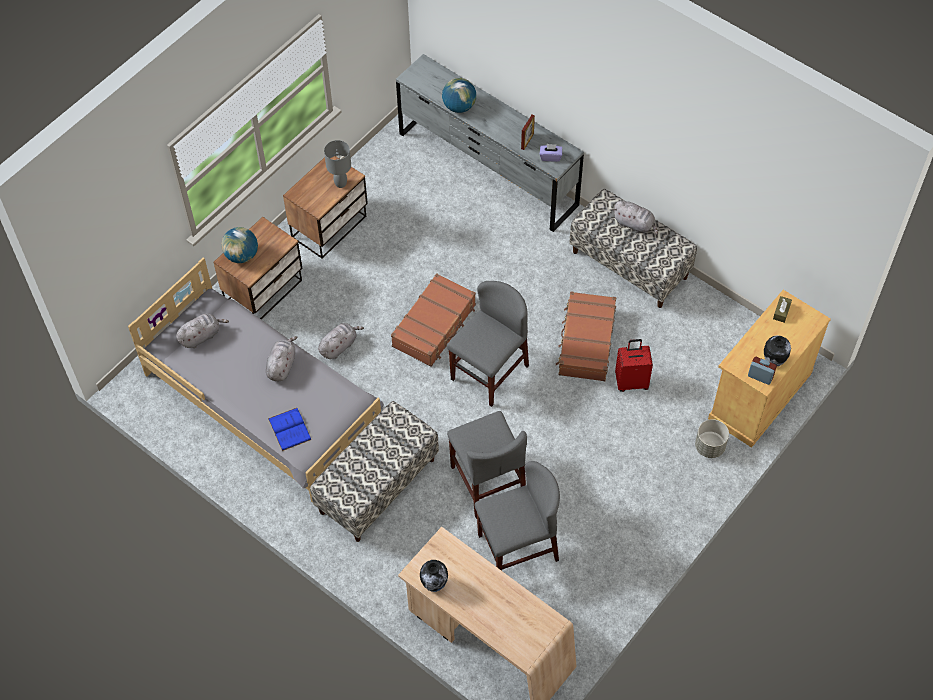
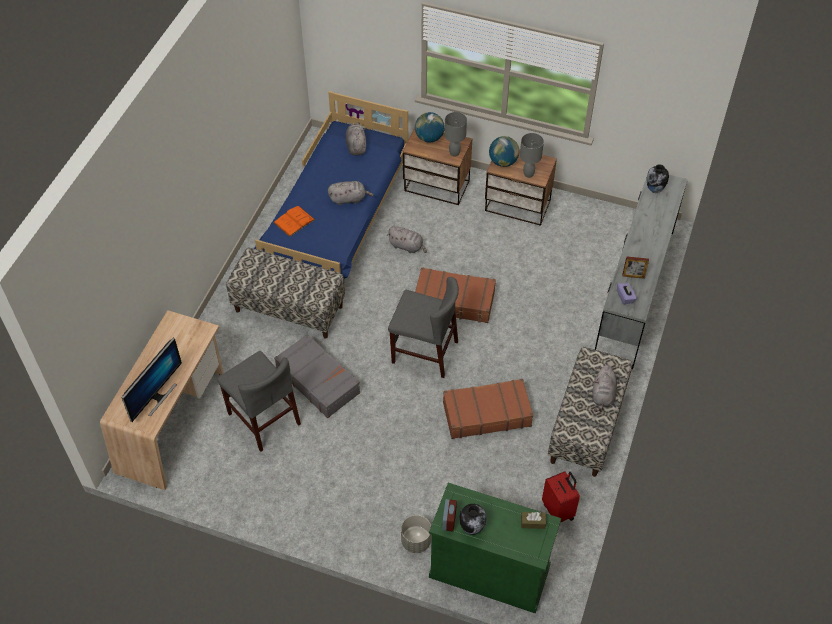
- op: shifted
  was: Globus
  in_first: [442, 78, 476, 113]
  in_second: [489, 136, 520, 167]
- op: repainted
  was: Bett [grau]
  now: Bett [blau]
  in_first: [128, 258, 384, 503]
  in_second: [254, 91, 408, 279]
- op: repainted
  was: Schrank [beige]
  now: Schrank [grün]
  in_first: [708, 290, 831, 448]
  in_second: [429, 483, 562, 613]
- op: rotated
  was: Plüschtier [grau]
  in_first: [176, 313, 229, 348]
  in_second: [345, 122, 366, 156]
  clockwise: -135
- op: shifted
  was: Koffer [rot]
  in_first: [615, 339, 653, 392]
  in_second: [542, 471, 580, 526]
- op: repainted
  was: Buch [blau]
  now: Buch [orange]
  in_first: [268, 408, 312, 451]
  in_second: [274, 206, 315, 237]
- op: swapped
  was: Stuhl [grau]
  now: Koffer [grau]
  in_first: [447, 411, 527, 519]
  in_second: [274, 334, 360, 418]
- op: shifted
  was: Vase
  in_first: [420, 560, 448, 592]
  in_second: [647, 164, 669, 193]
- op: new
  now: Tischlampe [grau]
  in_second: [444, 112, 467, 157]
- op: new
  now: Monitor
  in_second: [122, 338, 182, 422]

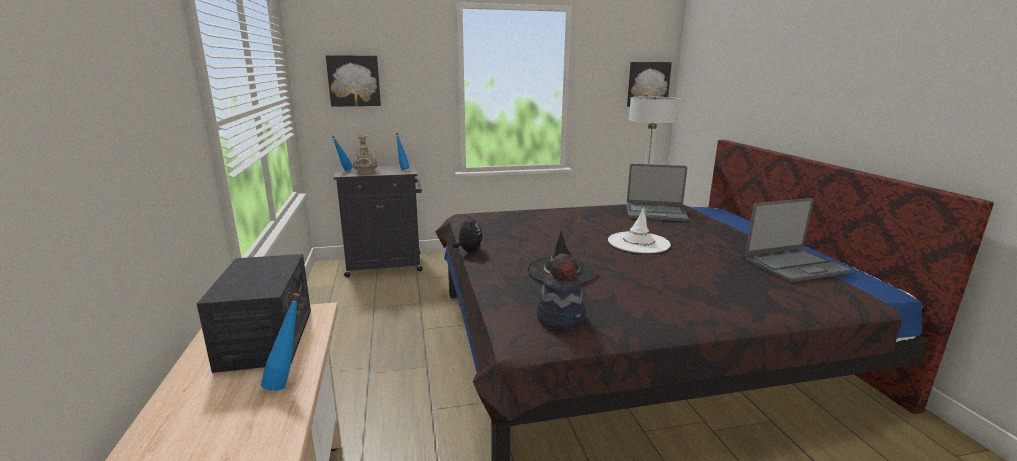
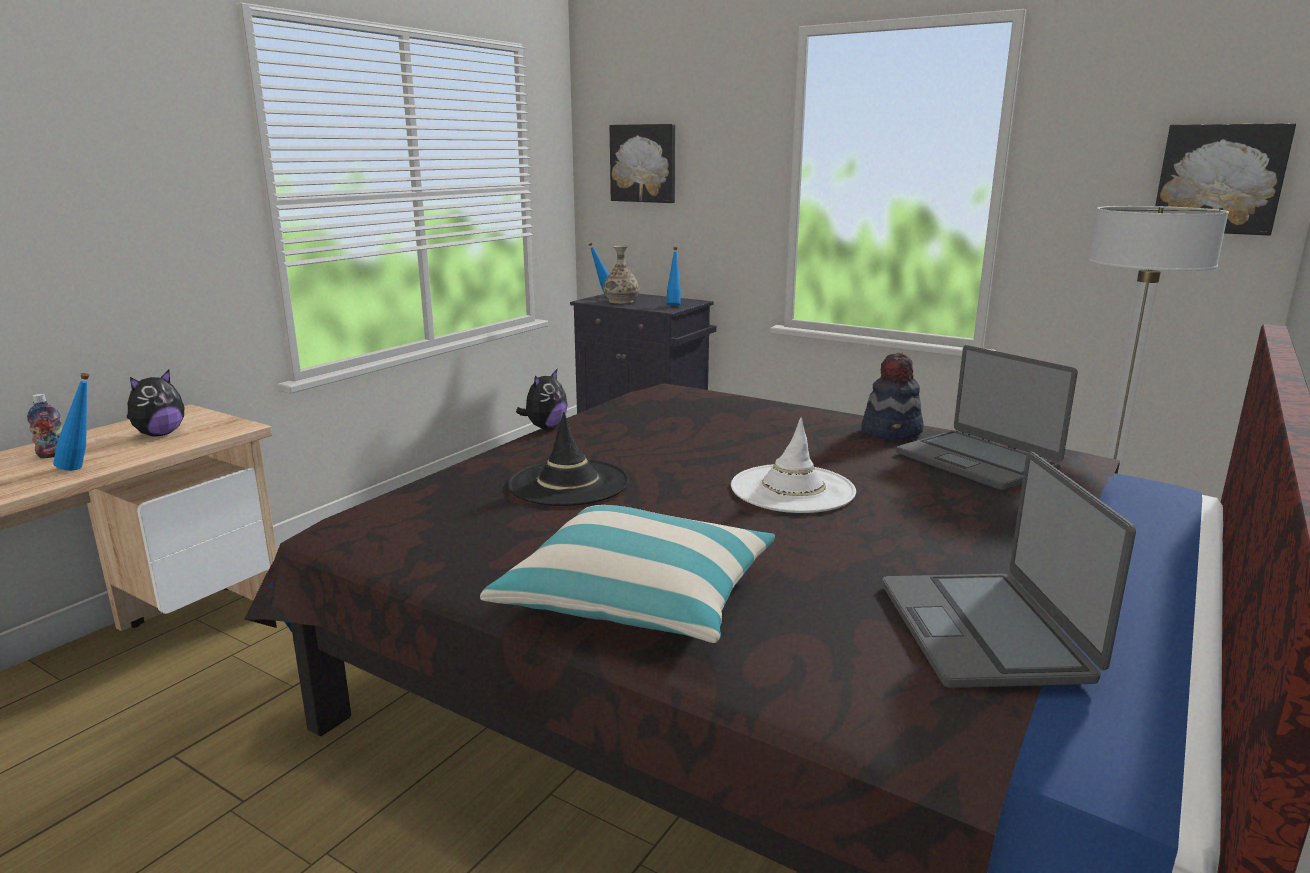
- op: rotated
  was: Laptop
  in_first: [745, 198, 851, 282]
  in_second: [882, 451, 1136, 688]
  clockwise: 60
- op: shifted
  was: Hut
  in_first: [536, 253, 586, 329]
  in_second: [861, 353, 923, 440]
- op: swapped
  was: Radio
  now: Plüschtier
  in_first: [197, 254, 311, 373]
  in_second: [127, 370, 184, 436]
- op: new
  now: Flasche
  in_second: [27, 394, 63, 459]
- op: new
  now: Kissen
  in_second: [480, 505, 775, 643]

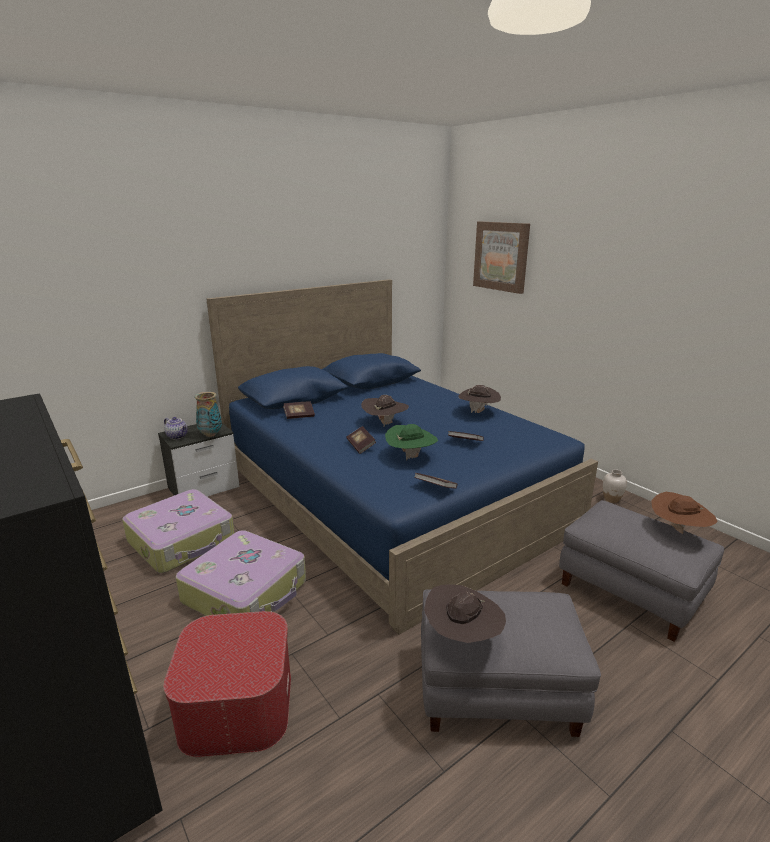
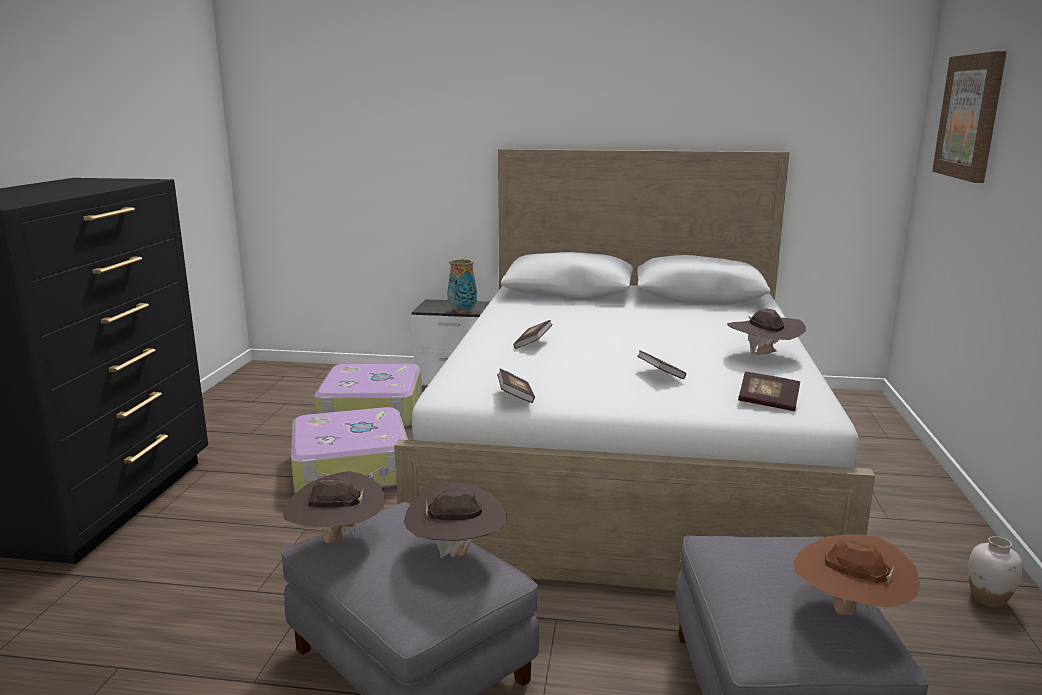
- op: repainted
  was: Bett [blau]
  now: Bett [weiß]
  in_first: [206, 279, 598, 635]
  in_second: [394, 149, 875, 591]
- op: shifted
  was: Hut [braun]
  in_first: [361, 395, 409, 426]
  in_second: [404, 481, 507, 558]
- op: shifted
  was: Buch
  in_first: [283, 401, 315, 419]
  in_second: [738, 372, 800, 411]
- op: gone
  was: Teekanne
  in_first: [164, 417, 188, 440]
- op: gone
  was: Hut [grün]
  in_first: [385, 424, 438, 461]
- op: gone
  was: Polsterhocker
  in_first: [164, 611, 291, 757]

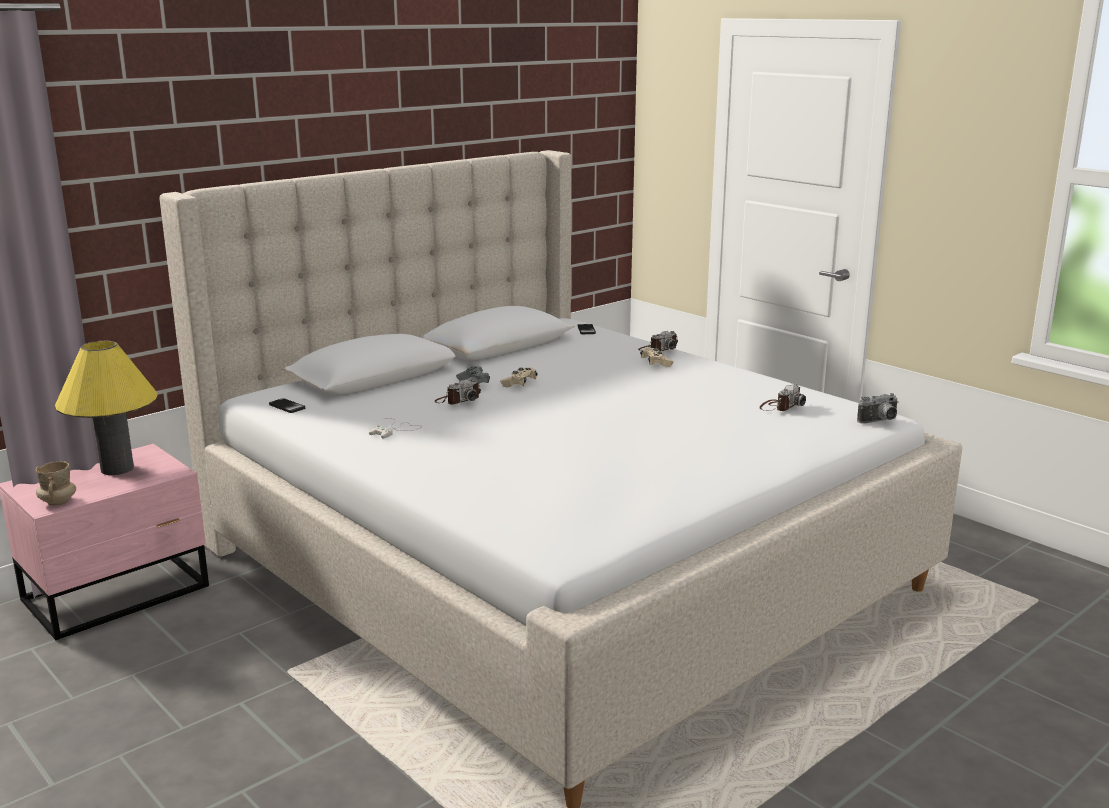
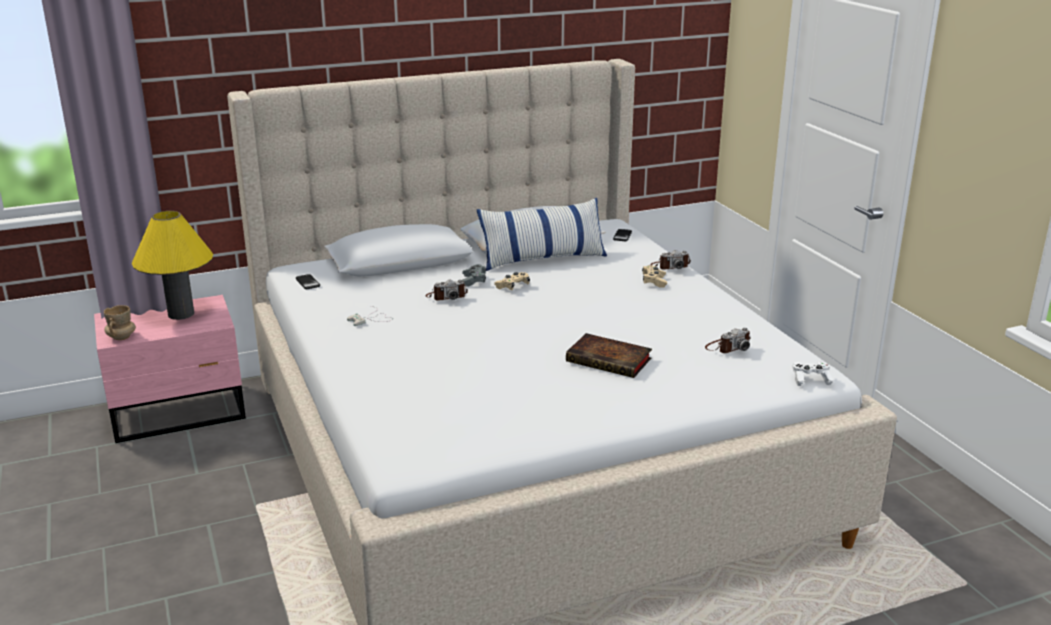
- op: swapped
  was: Kamera
  now: Gamepad [weiß]
  in_first: [857, 393, 899, 424]
  in_second: [792, 361, 834, 386]
- op: new
  now: Kissen
  in_second: [477, 198, 607, 271]
- op: new
  now: Buch
  in_second: [566, 333, 652, 378]

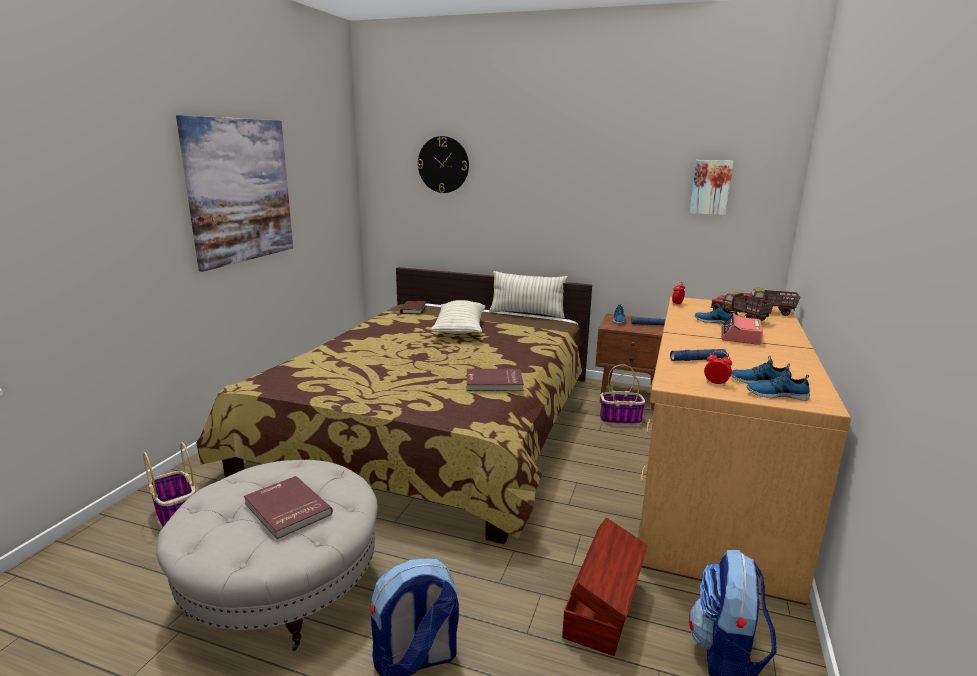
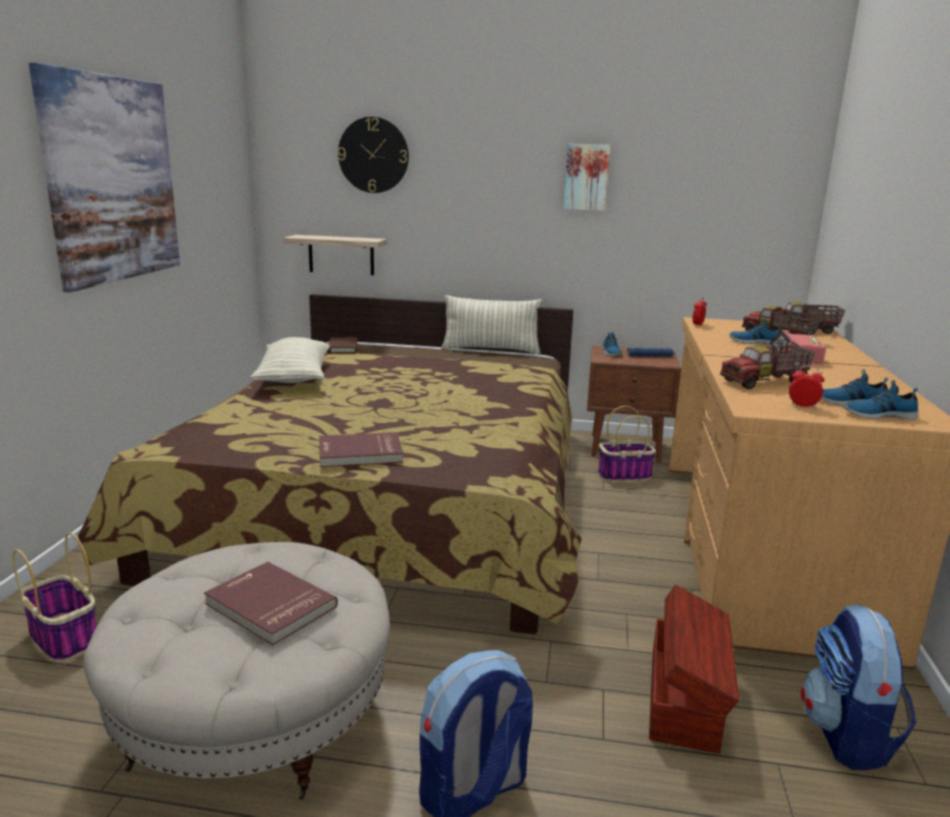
- op: shifted
  was: Bild
  in_first: [690, 160, 733, 215]
  in_second: [564, 144, 610, 211]
- op: shifted
  was: Kissen
  in_first: [431, 300, 485, 334]
  in_second: [251, 337, 330, 383]
- op: swapped
  was: Taschenlampe [blau]
  now: Spielzeuglaster
  in_first: [670, 349, 729, 361]
  in_second: [720, 345, 815, 389]
- op: shifted
  was: Buch [rot]
  in_first: [467, 369, 524, 391]
  in_second: [319, 432, 403, 467]
- op: new
  now: Wandregal
  in_second: [283, 235, 387, 275]

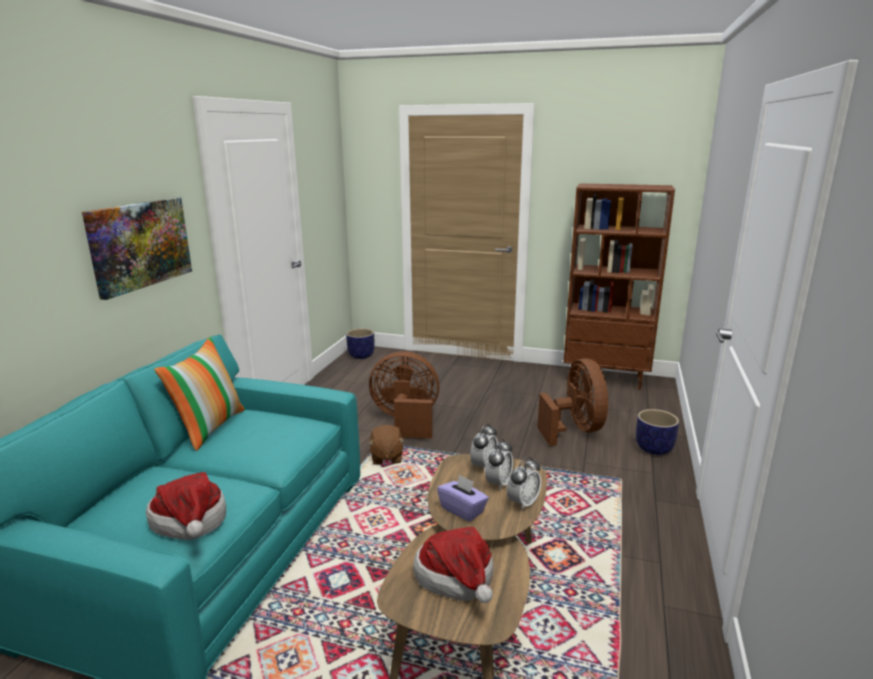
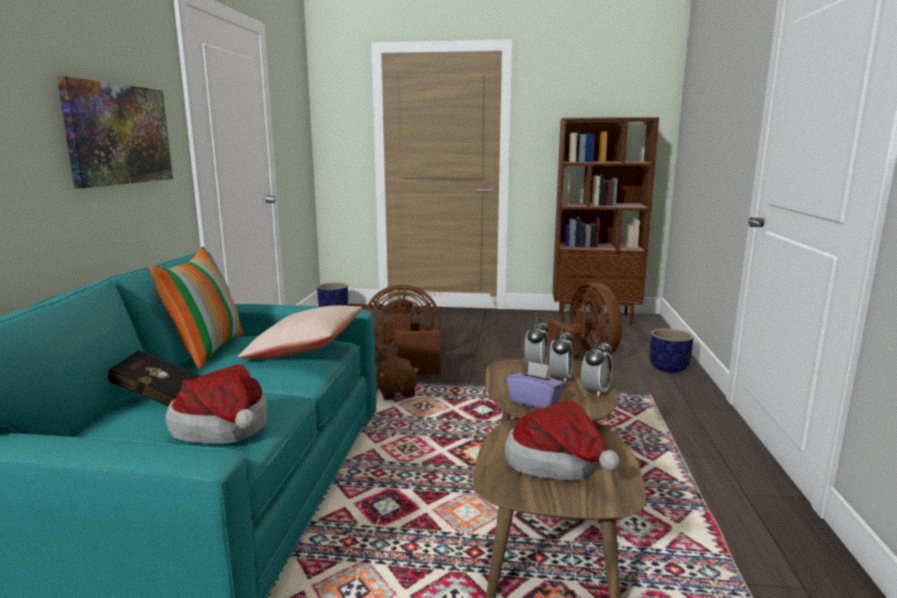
- op: new
  now: Kissen [beige]
  in_second: [238, 305, 363, 359]
- op: new
  now: Buch [schwarz]
  in_second: [108, 350, 200, 406]

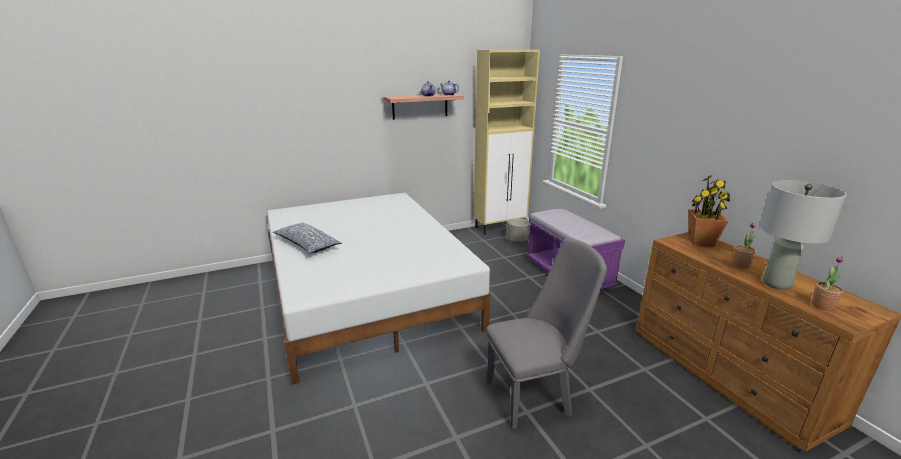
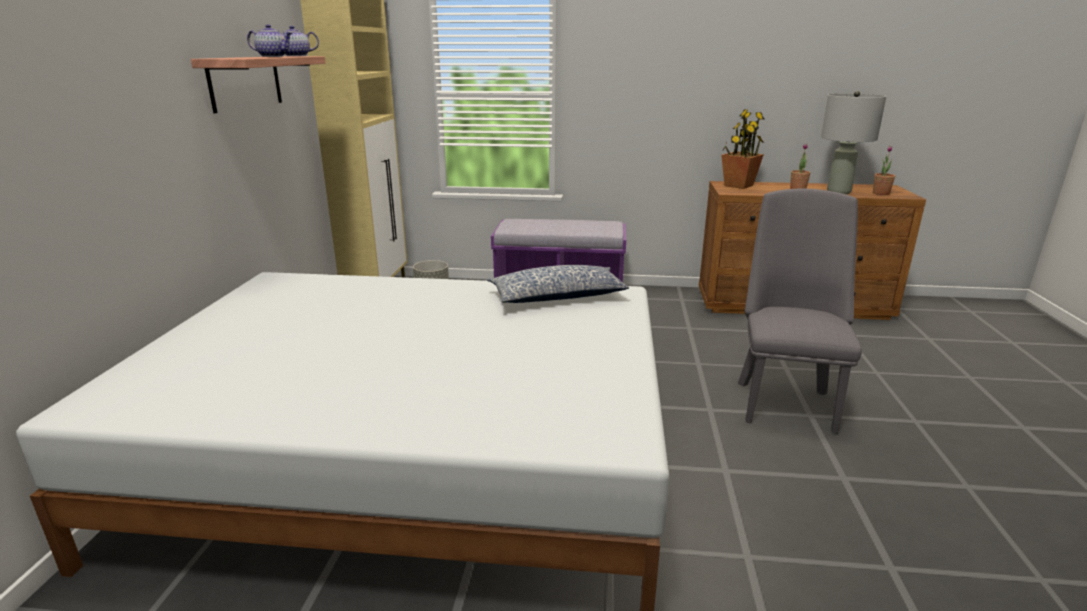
- op: shifted
  was: Kissen
  in_first: [273, 223, 342, 254]
  in_second: [487, 265, 629, 303]

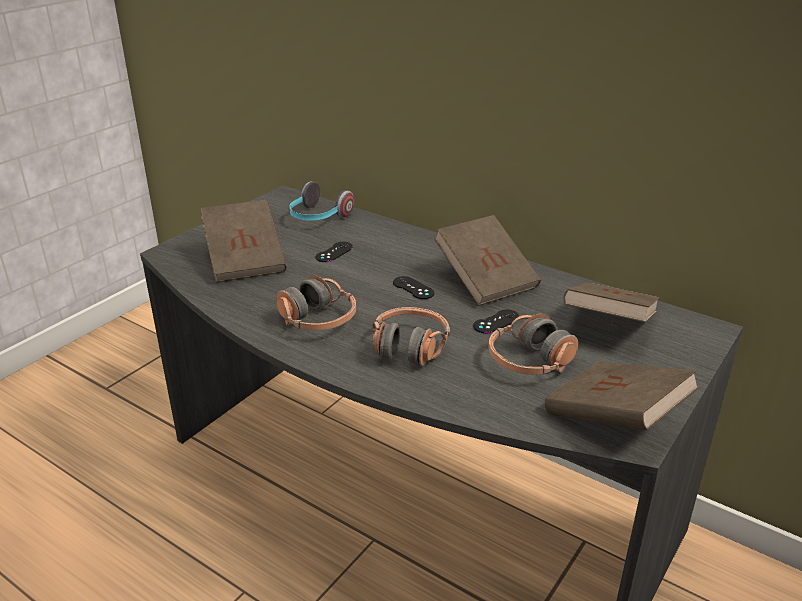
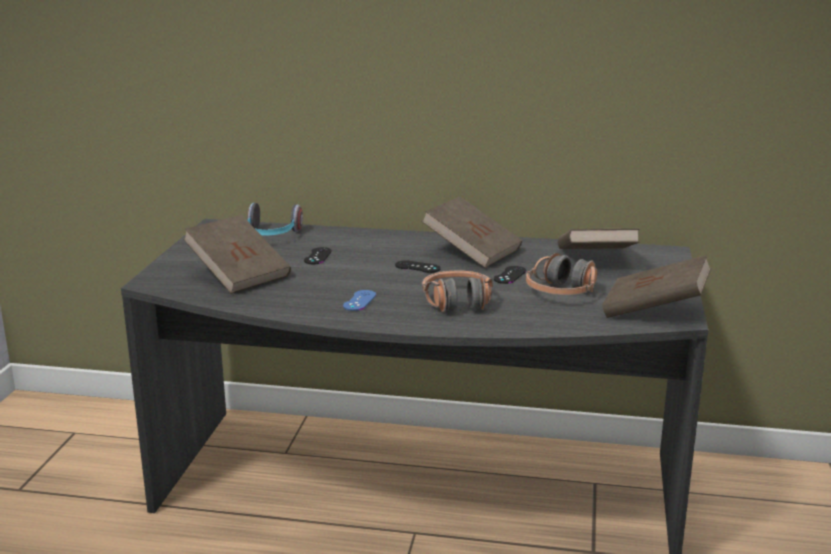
- op: swapped
  was: Kopfhörer
  now: Gamepad [blau]
  in_first: [276, 275, 356, 331]
  in_second: [343, 290, 376, 311]

